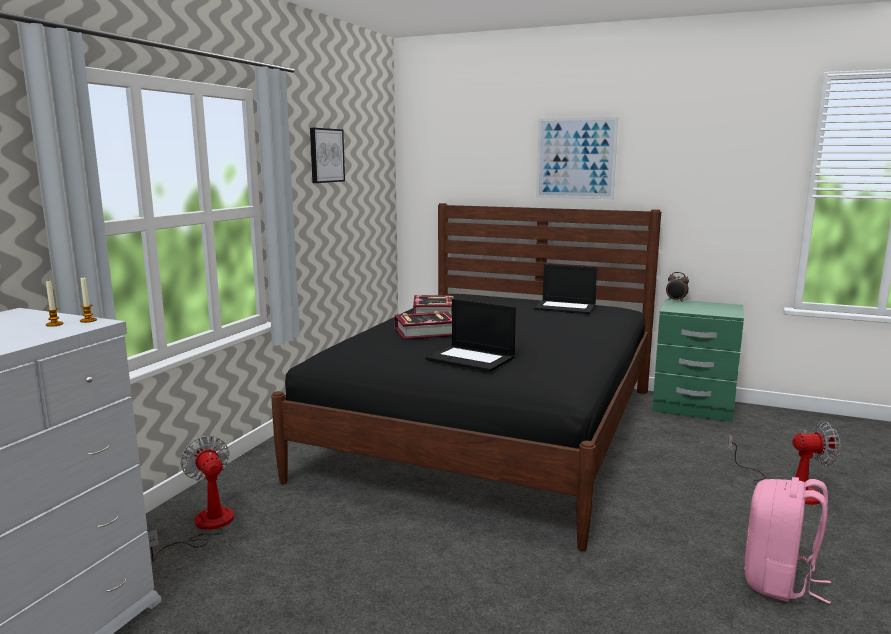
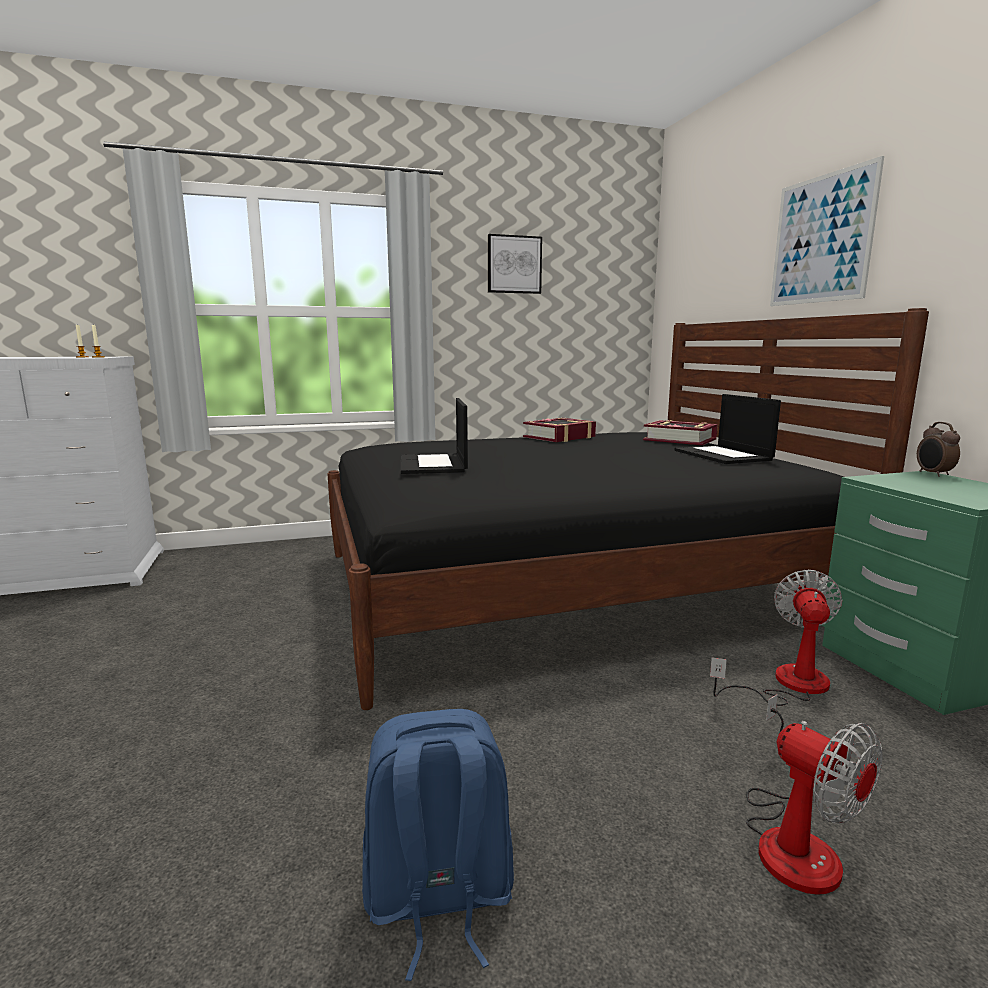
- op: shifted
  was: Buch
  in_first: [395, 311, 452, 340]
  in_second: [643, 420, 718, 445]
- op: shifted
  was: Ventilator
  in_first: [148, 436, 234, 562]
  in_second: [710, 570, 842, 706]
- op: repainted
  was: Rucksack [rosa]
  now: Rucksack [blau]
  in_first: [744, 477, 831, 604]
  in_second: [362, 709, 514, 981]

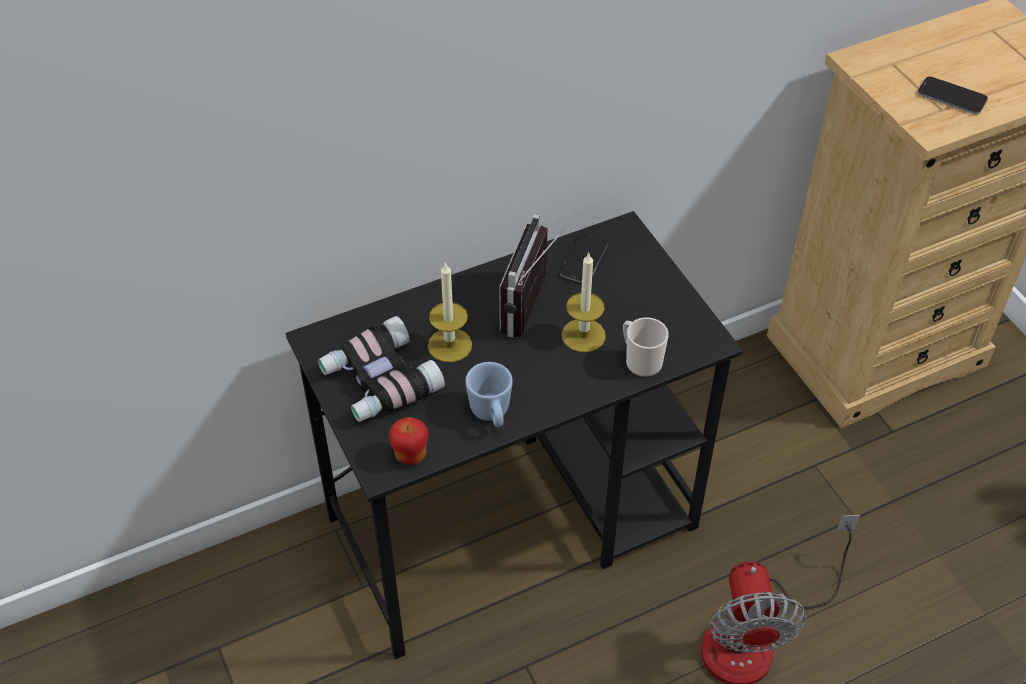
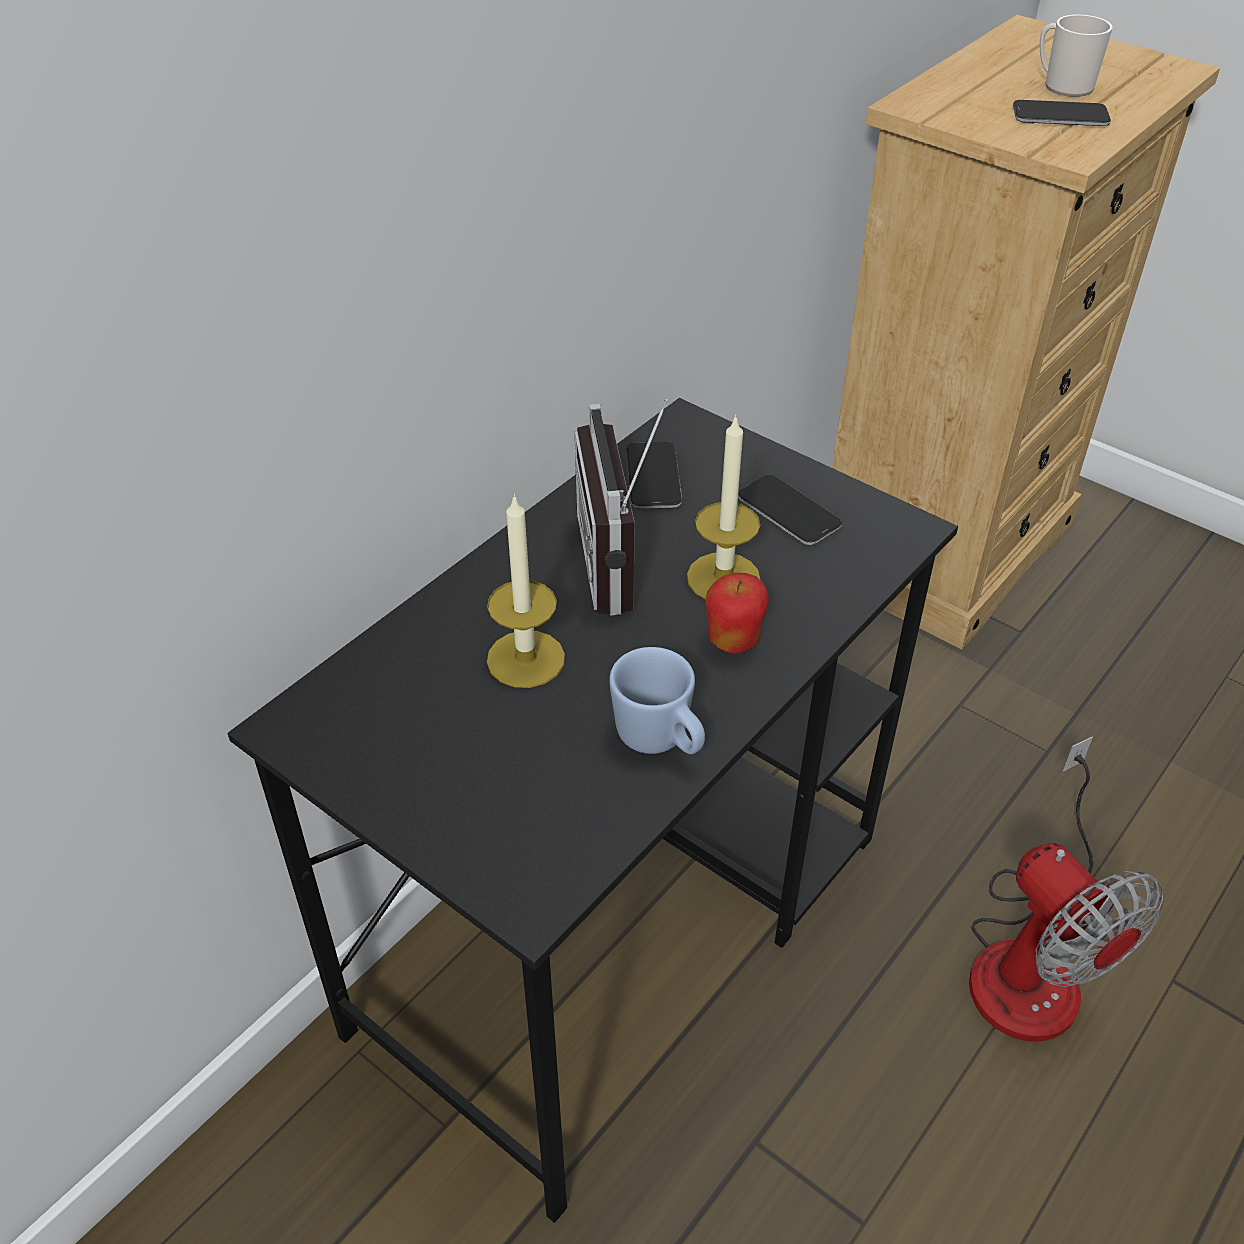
- op: gone
  was: Fernglas
  in_first: [318, 316, 445, 422]
- op: shifted
  was: Henkelbecher
  in_first: [623, 317, 668, 377]
  in_second: [1040, 14, 1113, 97]
- op: shifted
  was: Apfel
  in_first: [389, 417, 428, 465]
  in_second: [705, 573, 769, 654]
- op: new
  now: Handy
  in_second: [738, 475, 842, 545]

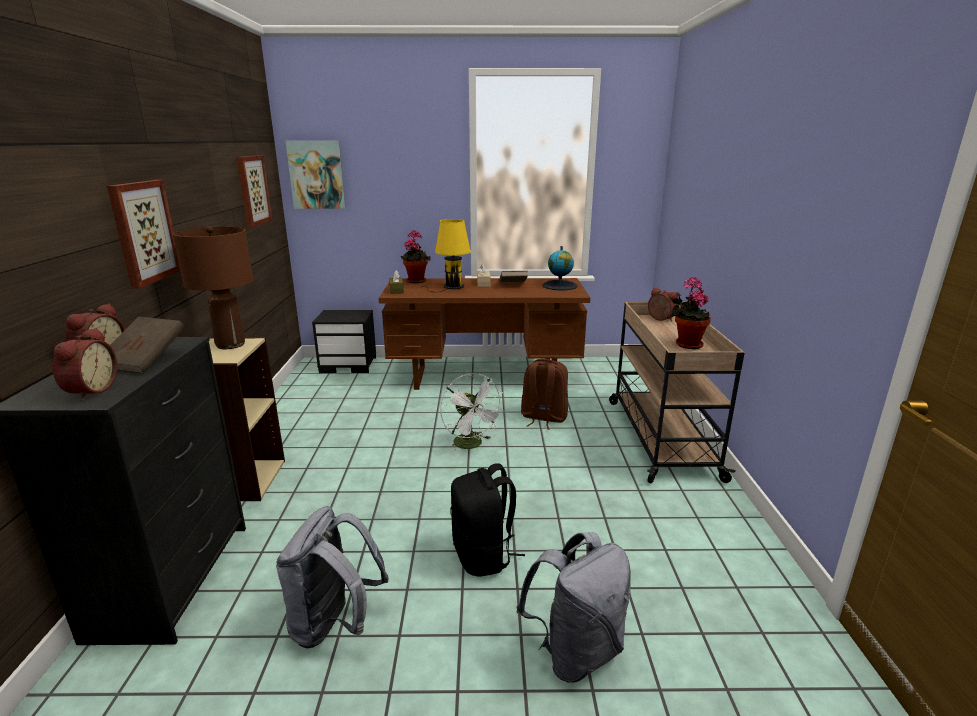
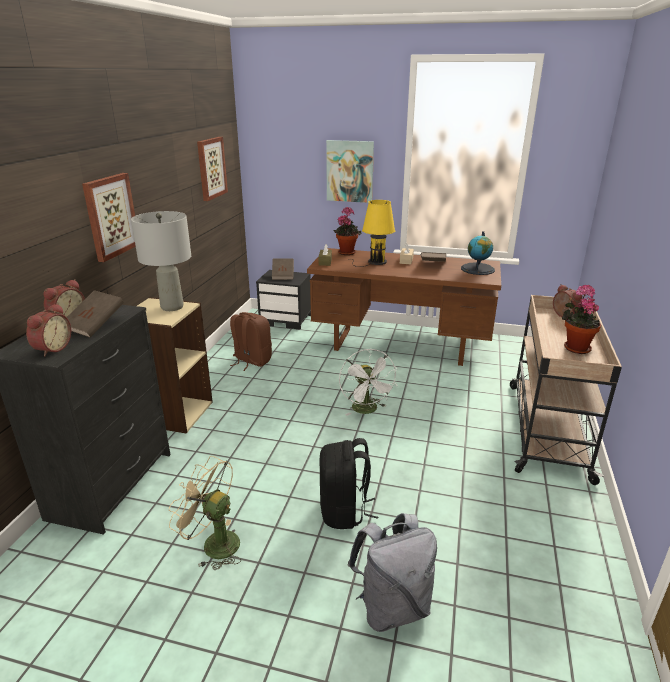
- op: shifted
  was: Bild
  in_first: [285, 141, 346, 209]
  in_second: [326, 140, 374, 203]
- op: repainted
  was: Tischlampe [braun]
  now: Tischlampe [grau]
  in_first: [173, 226, 253, 349]
  in_second: [131, 211, 191, 311]
- op: shifted
  was: Rucksack [braun]
  in_first: [521, 359, 568, 430]
  in_second: [230, 312, 272, 371]
- op: swapped
  was: Rucksack [grau]
  now: Ventilator [beige]
  in_first: [276, 506, 389, 649]
  in_second: [169, 456, 241, 570]
- op: new
  now: Buch [braun]
  in_second: [272, 258, 294, 280]

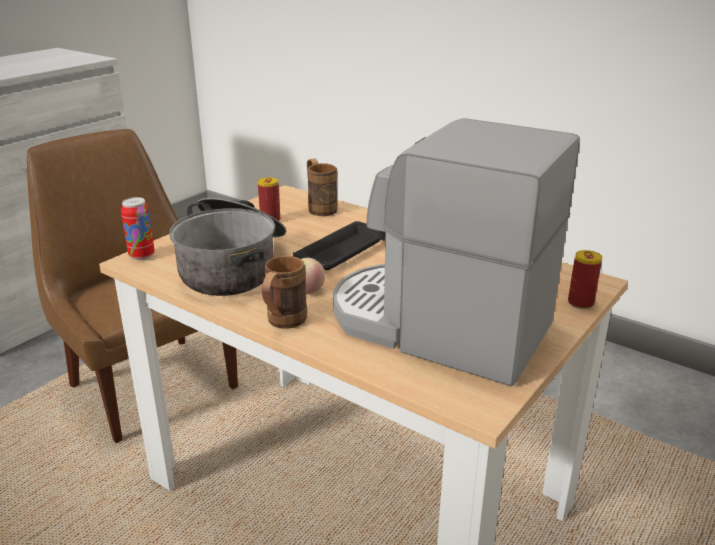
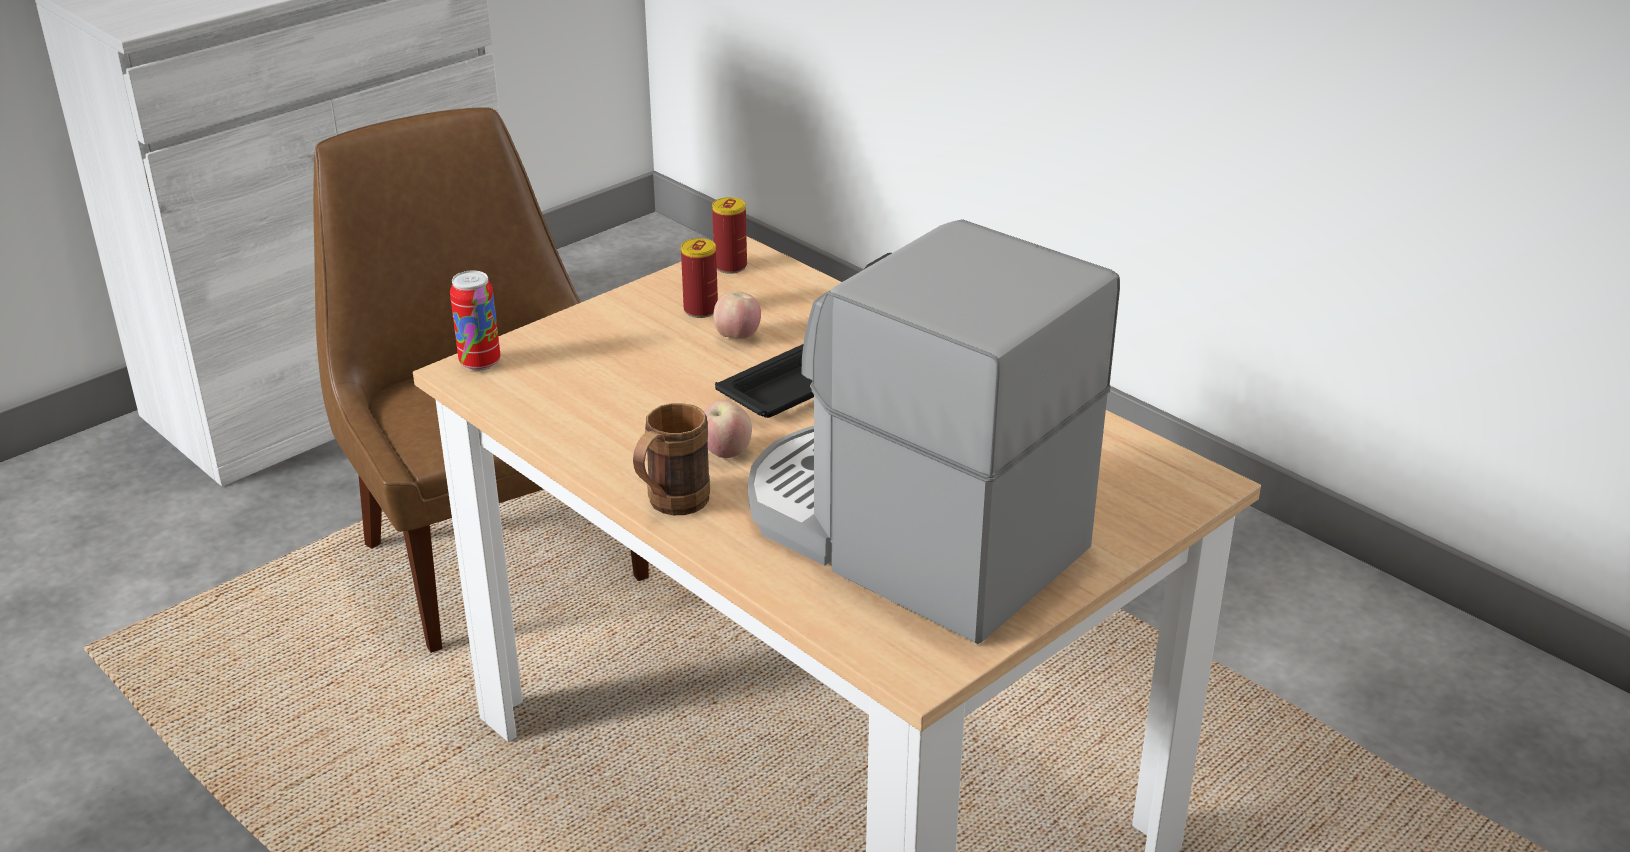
- op: gone
  was: Henkelbecher [braun]
  in_first: [307, 158, 338, 216]
- op: gone
  was: Kochtopf
  in_first: [169, 198, 286, 296]
- op: shifted
  was: Dose
  in_first: [568, 250, 602, 309]
  in_second: [712, 197, 747, 274]
- op: new
  now: Apfel
  in_second: [713, 292, 761, 339]

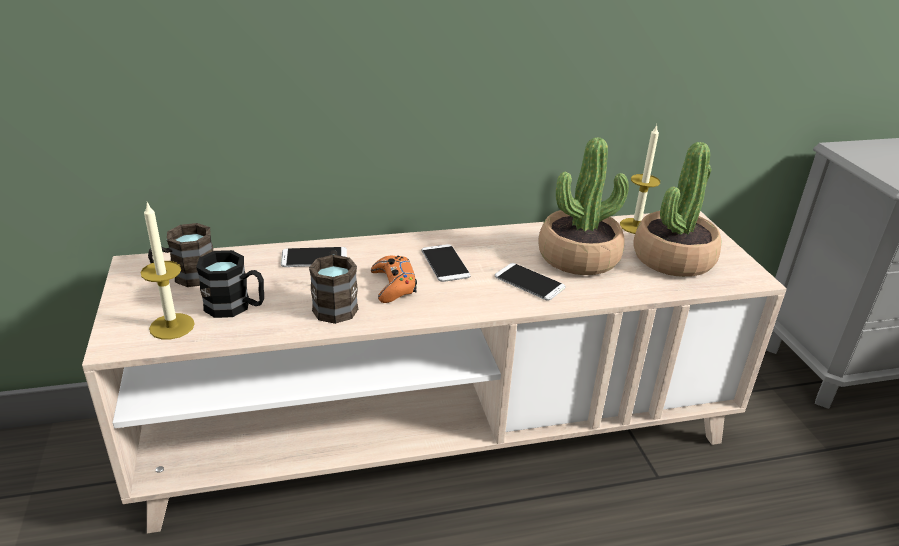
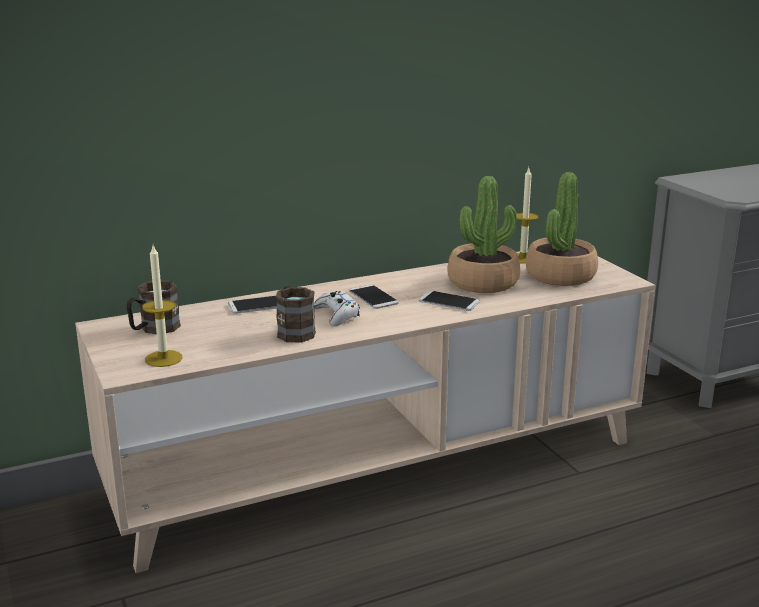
- op: gone
  was: Henkelbecher [schwarz]
  in_first: [196, 250, 264, 318]
- op: repainted
  was: Gamepad [orange]
  now: Gamepad [weiß]
  in_first: [371, 256, 417, 303]
  in_second: [314, 291, 360, 326]

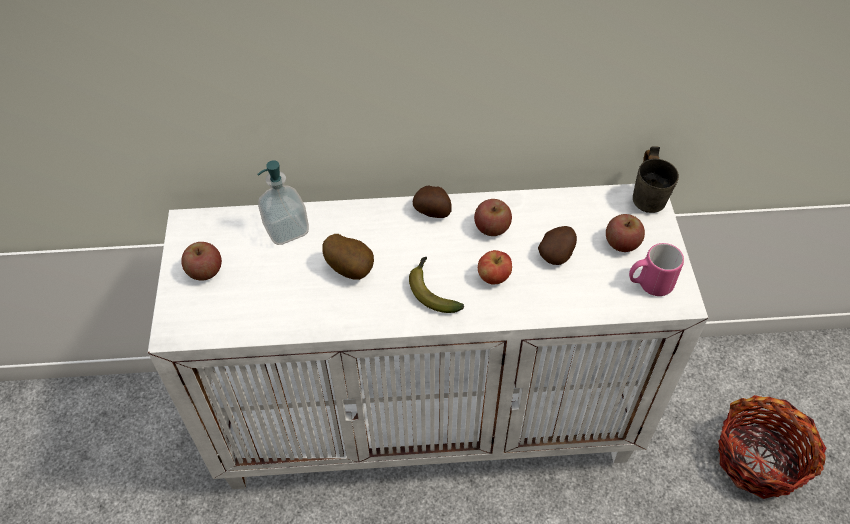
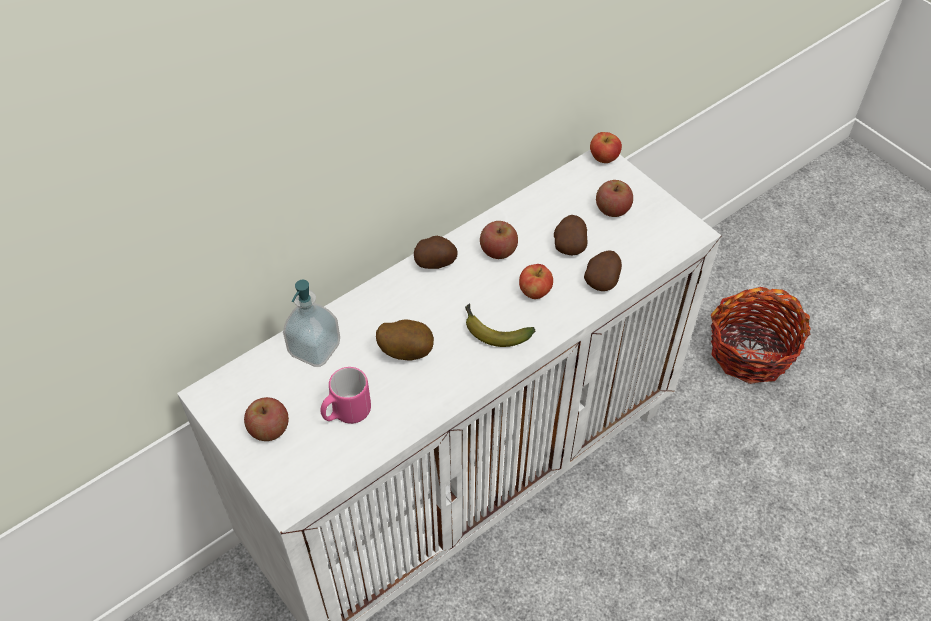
- op: swapped
  was: Henkelbecher [grau]
  now: Apfel
  in_first: [633, 146, 679, 213]
  in_second: [590, 132, 622, 163]
- op: shifted
  was: Henkelbecher [rosa]
  in_first: [629, 243, 684, 296]
  in_second: [320, 367, 371, 424]
- op: new
  now: Kartoffel
  in_second: [584, 250, 622, 291]

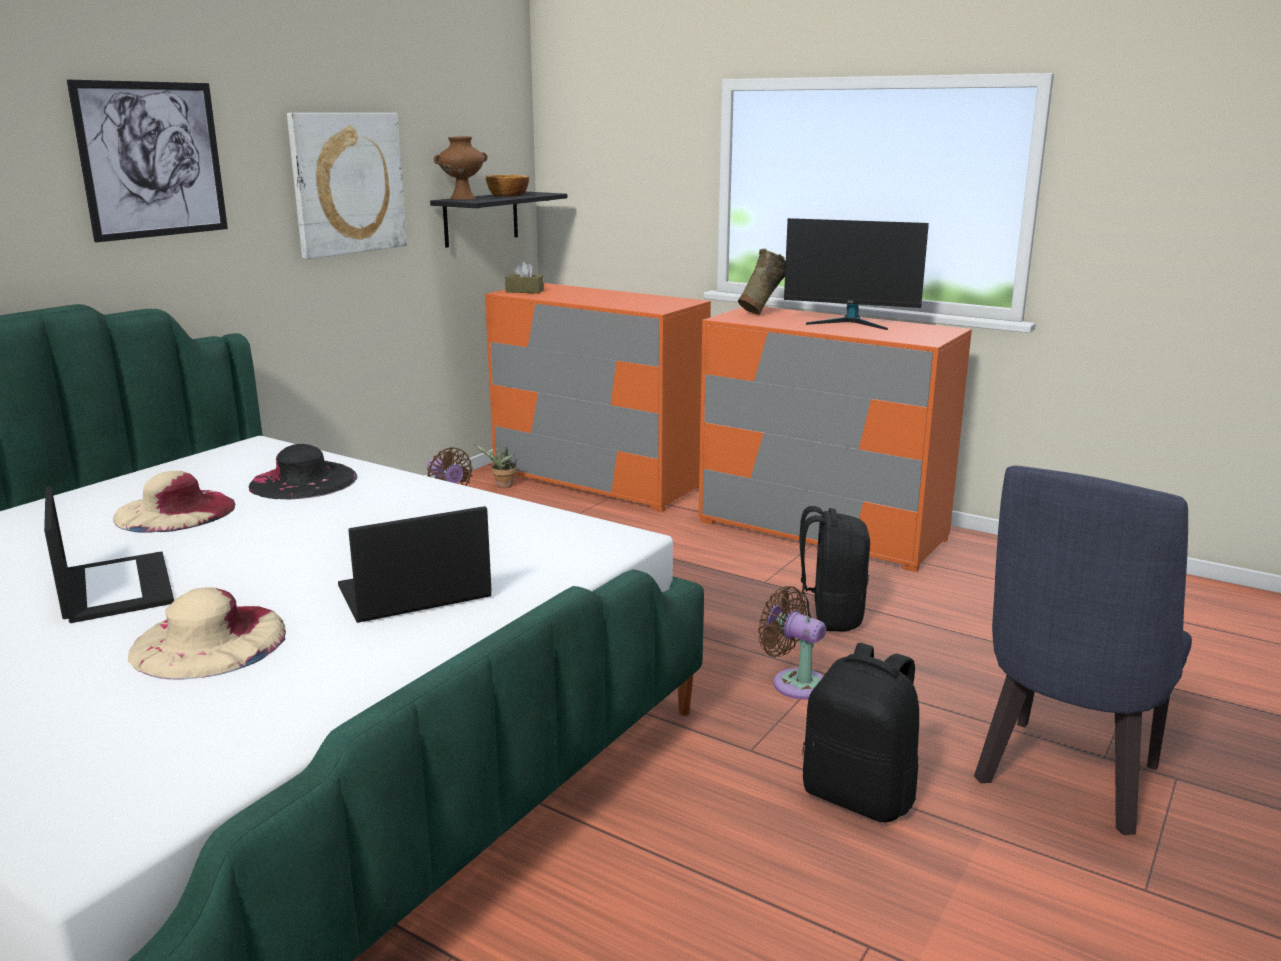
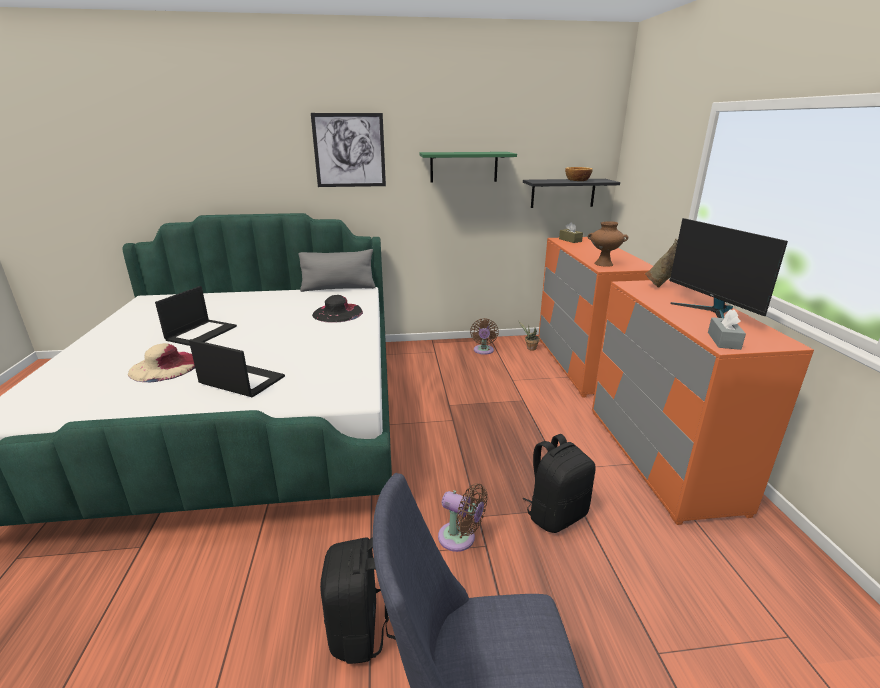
- op: swapped
  was: Bild
  now: Wandregal [grün]
  in_first: [287, 113, 407, 259]
  in_second: [420, 152, 517, 183]
- op: shifted
  was: Vase [braun]
  in_first: [434, 136, 488, 200]
  in_second: [588, 221, 628, 267]
- op: gone
  was: Hut [beige]
  in_first: [113, 471, 235, 533]
- op: rotated
  was: Ventilator [braun]
  in_first: [758, 586, 826, 699]
  in_second: [438, 483, 488, 552]
  clockwise: 120
- op: new
  now: Kissen [grau]
  in_second: [299, 249, 376, 292]
- op: new
  now: Taschentuchbox [grau]
  in_second: [708, 309, 746, 350]

